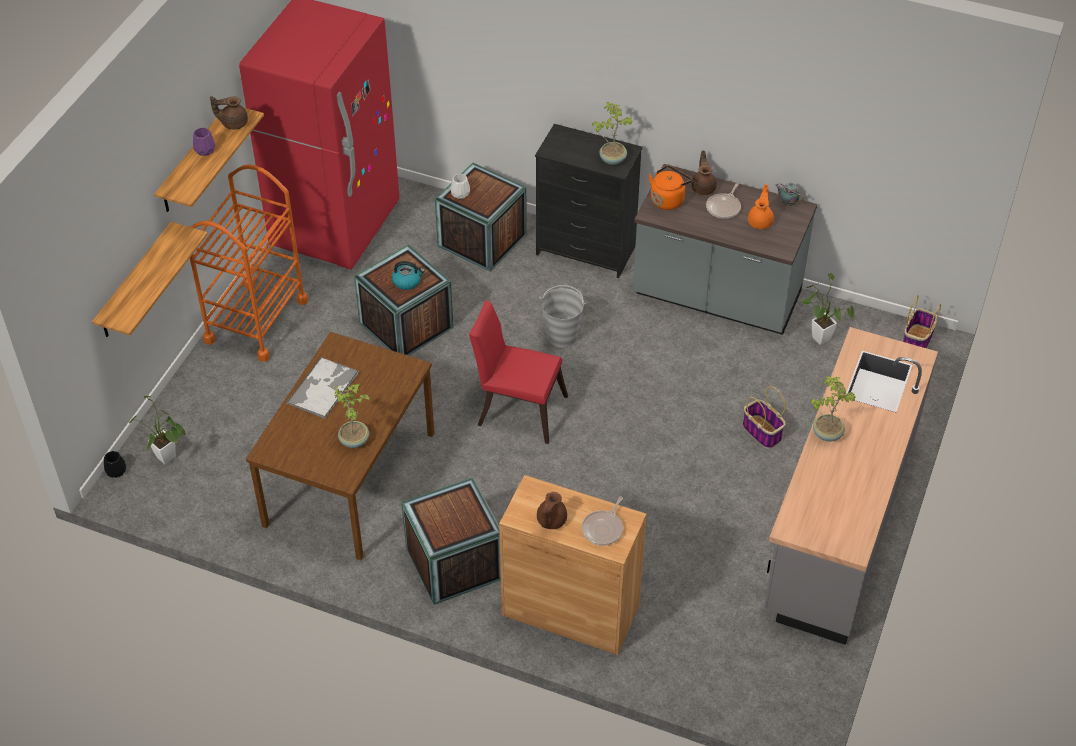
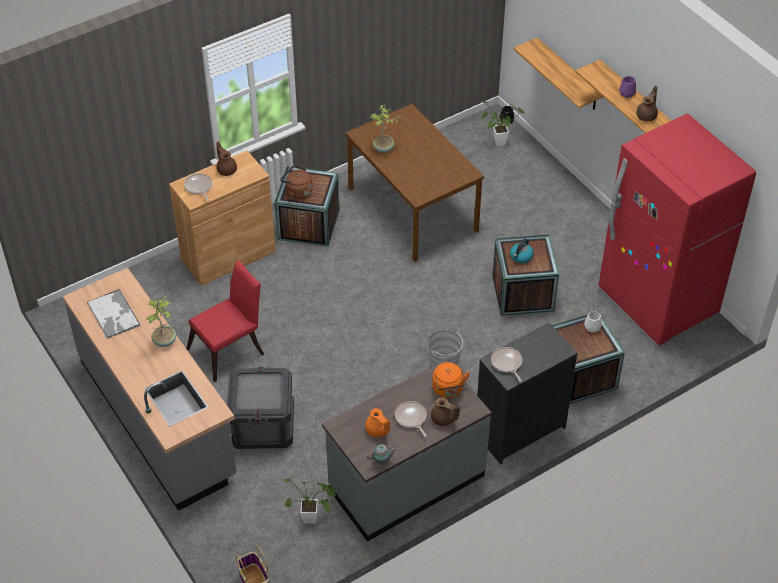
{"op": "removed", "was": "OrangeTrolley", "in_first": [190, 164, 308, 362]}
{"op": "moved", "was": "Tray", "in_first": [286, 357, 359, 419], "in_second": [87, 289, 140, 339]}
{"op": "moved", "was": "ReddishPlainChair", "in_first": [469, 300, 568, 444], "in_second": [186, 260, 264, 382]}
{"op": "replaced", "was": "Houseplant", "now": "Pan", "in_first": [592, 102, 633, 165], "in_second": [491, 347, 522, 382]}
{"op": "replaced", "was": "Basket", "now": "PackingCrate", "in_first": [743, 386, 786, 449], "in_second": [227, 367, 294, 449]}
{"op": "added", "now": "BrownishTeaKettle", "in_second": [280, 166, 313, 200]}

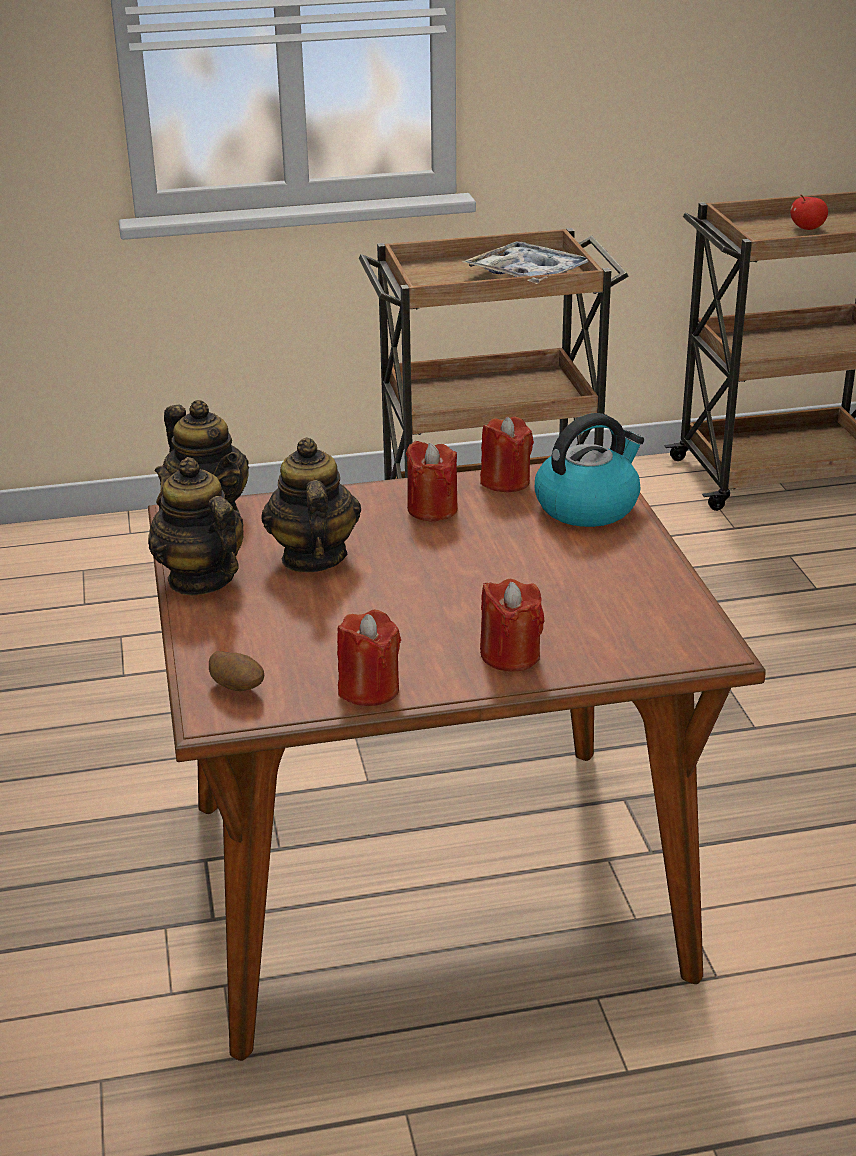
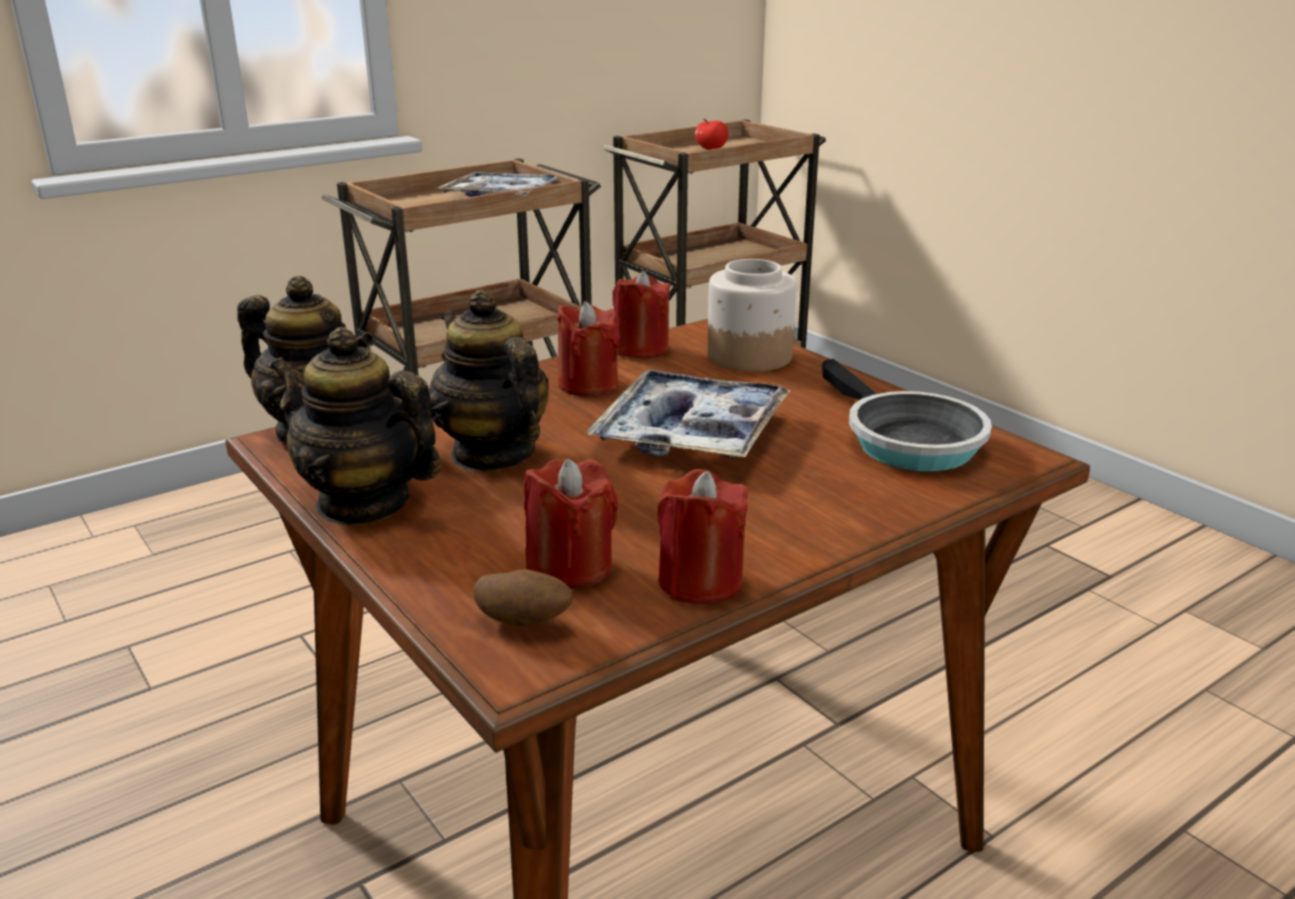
{"op": "moved", "was": "ReddishCandle", "in_first": [480, 579, 545, 672], "in_second": [524, 459, 618, 589]}
{"op": "replaced", "was": "TeaKettle", "now": "PreserveJar", "in_first": [535, 413, 644, 527], "in_second": [707, 259, 797, 372]}
{"op": "added", "now": "Tray", "in_second": [586, 370, 791, 459]}
{"op": "added", "now": "Pan", "in_second": [822, 359, 992, 472]}

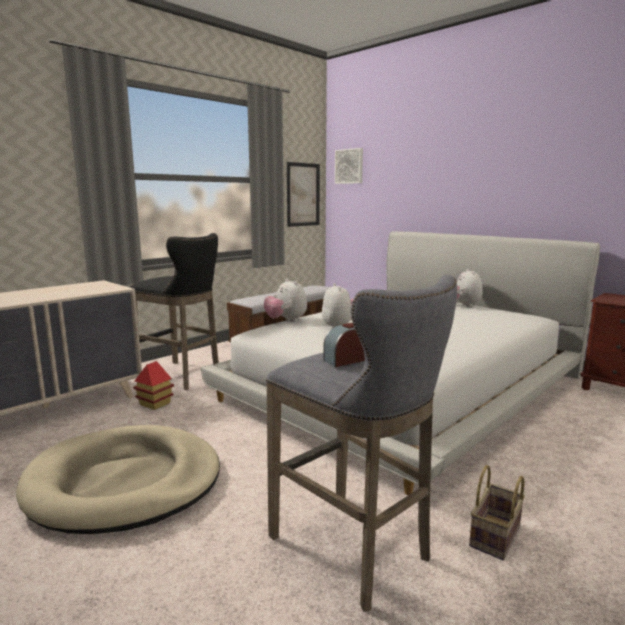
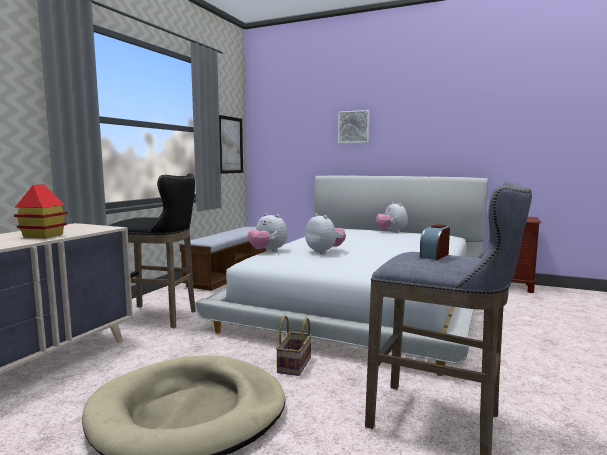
{"op": "moved", "was": "MiniatureHouse", "in_first": [133, 361, 174, 410], "in_second": [14, 184, 68, 239]}
{"op": "moved", "was": "WallArt", "in_first": [335, 148, 363, 184], "in_second": [338, 110, 370, 143]}
{"op": "moved", "was": "Basket", "in_first": [469, 465, 525, 560], "in_second": [276, 316, 312, 376]}

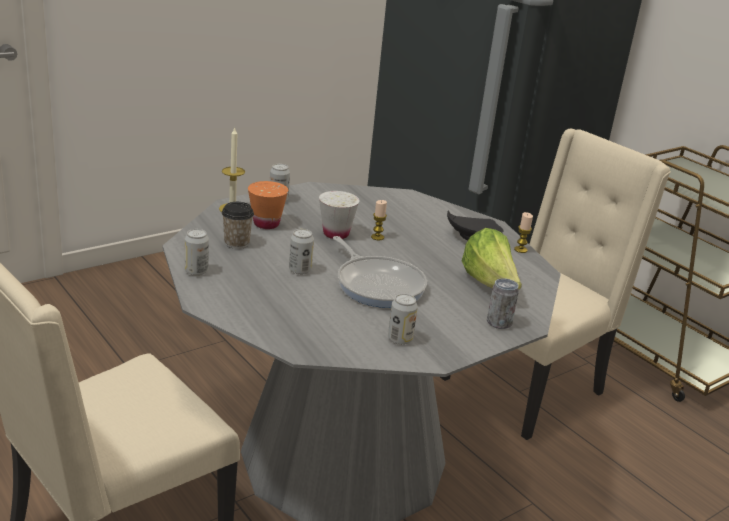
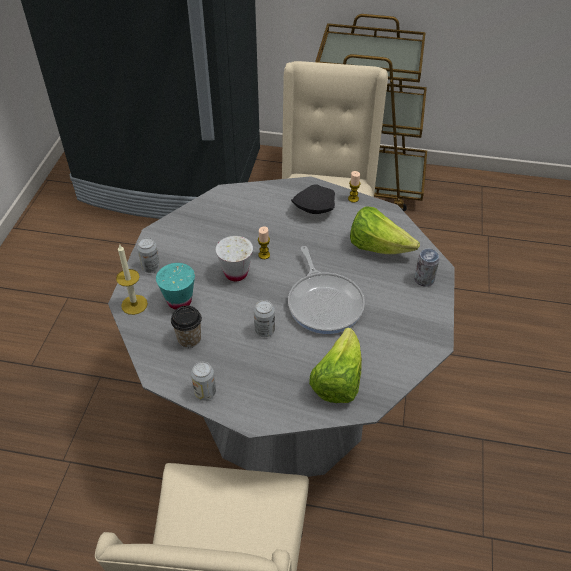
{"op": "recoloured", "was": "OrangeDrinkingCup", "now": "TurquoiseDrinkingCup", "in_first": [248, 181, 288, 229], "in_second": [156, 263, 195, 310]}
{"op": "turned", "was": "Pan", "in_first": [333, 236, 427, 308], "in_second": [288, 246, 365, 334], "clockwise": 60}
{"op": "removed", "was": "Can", "in_first": [388, 294, 418, 345]}
{"op": "added", "now": "Lettuce", "in_second": [309, 328, 362, 403]}

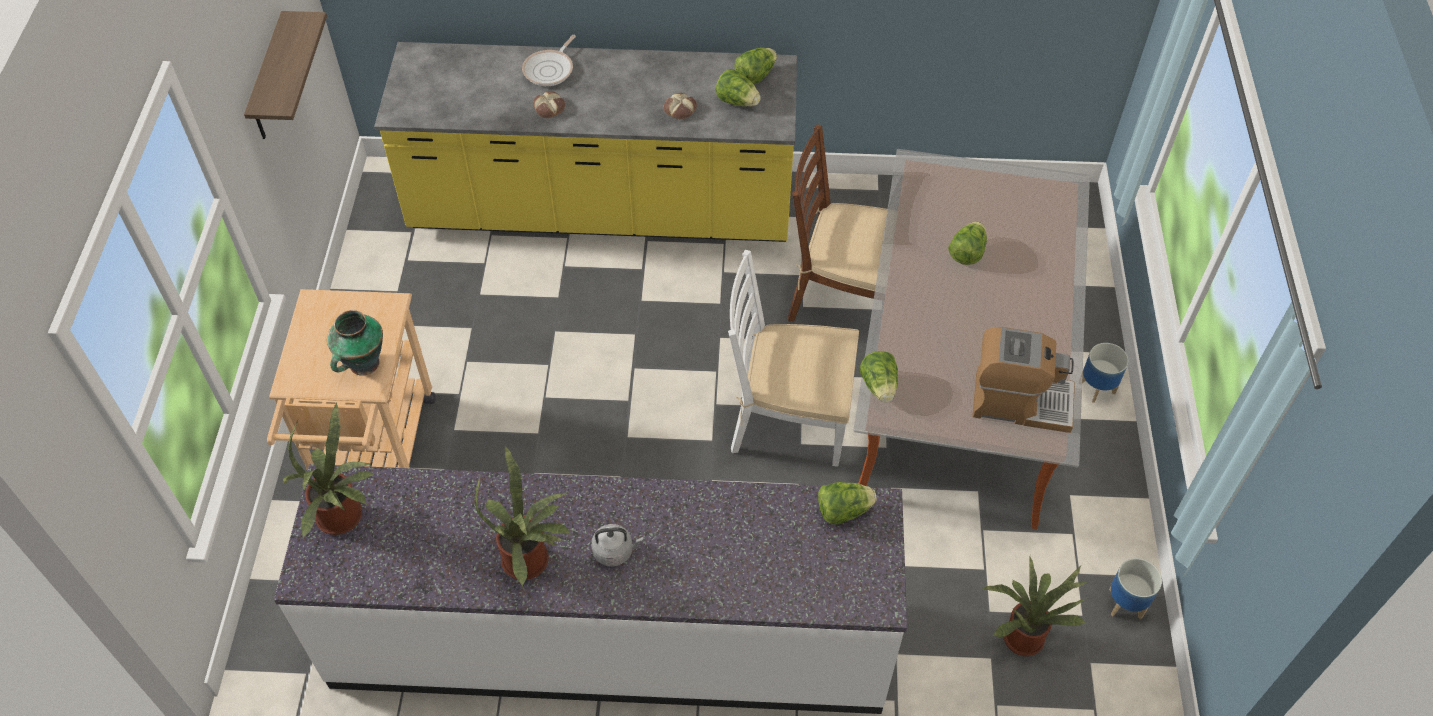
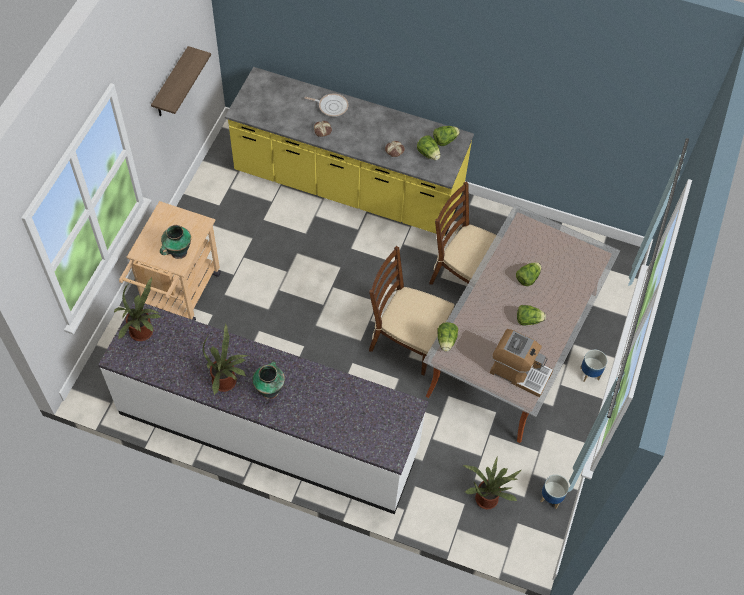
{"op": "turned", "was": "Pan", "in_first": [522, 35, 576, 86], "in_second": [305, 94, 348, 117], "clockwise": -120}
{"op": "replaced", "was": "GreyishTeaKettle", "now": "FlowerVase", "in_first": [591, 524, 644, 566], "in_second": [252, 361, 285, 399]}
{"op": "recoloured", "was": "WhitePlainChair", "now": "BrownishPlainChair", "in_first": [728, 250, 859, 467], "in_second": [369, 246, 454, 375]}
{"op": "moved", "was": "Lettuce", "in_first": [818, 482, 877, 524], "in_second": [517, 305, 546, 326]}

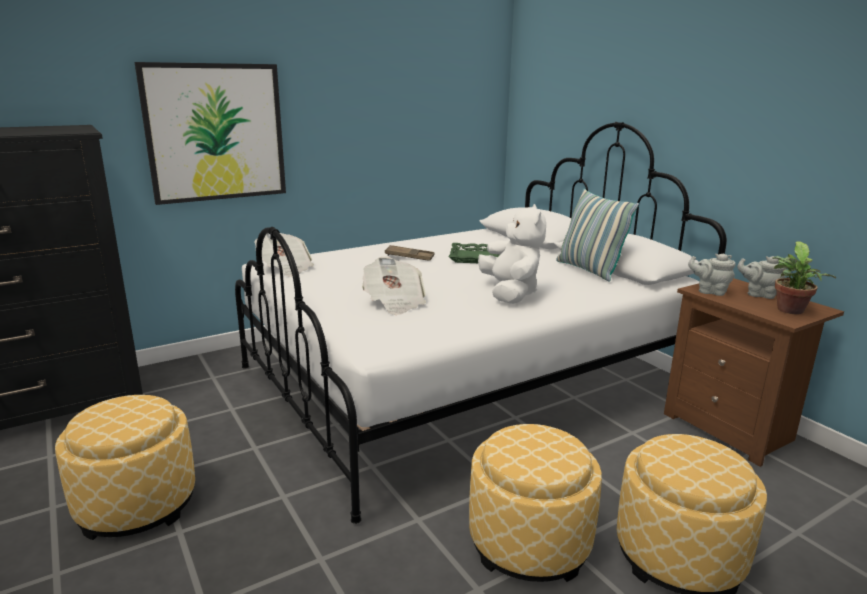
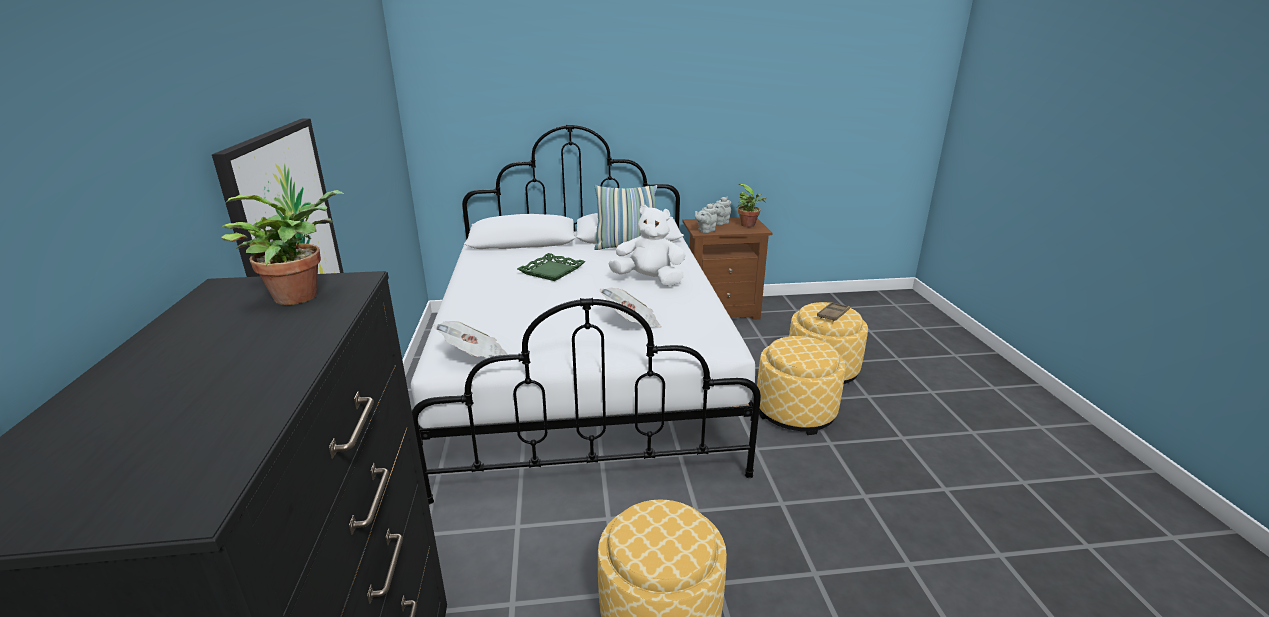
{"op": "moved", "was": "BrownishTray", "in_first": [385, 245, 434, 261], "in_second": [817, 302, 850, 322]}
{"op": "added", "now": "Houseplant", "in_second": [221, 190, 344, 305]}

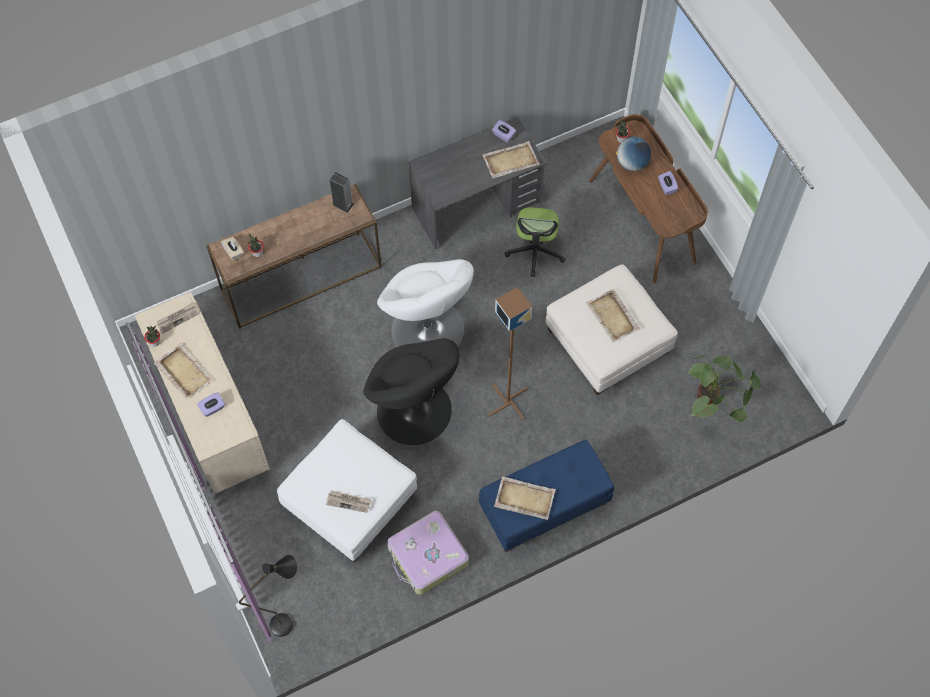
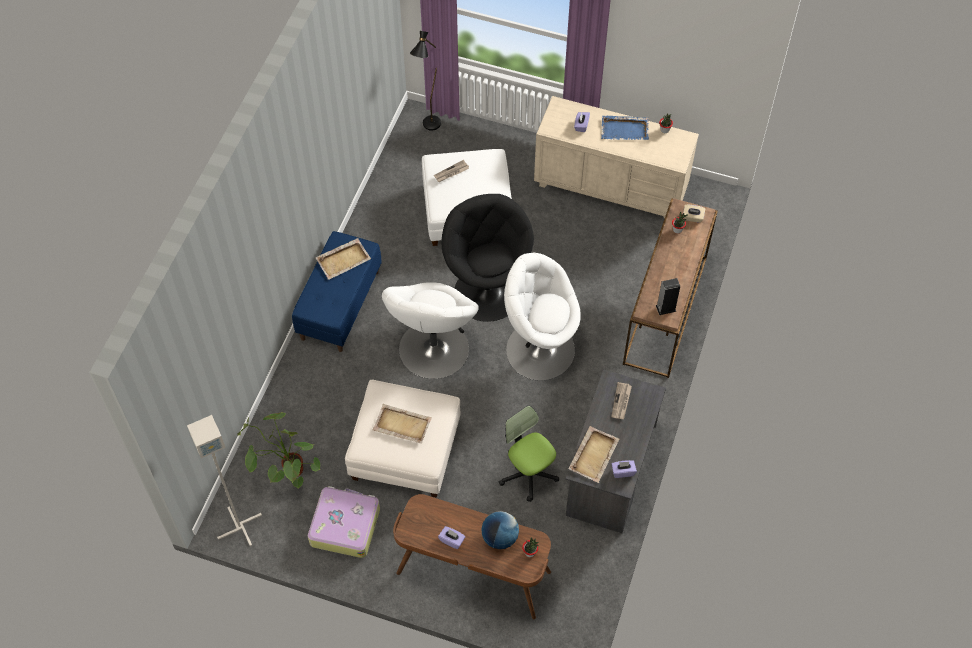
{"op": "recoloured", "was": "BeigeColouredTray", "now": "BlueTray", "in_first": [154, 343, 214, 399], "in_second": [601, 116, 649, 140]}
{"op": "moved", "was": "PrintedPaper", "in_first": [157, 302, 199, 334], "in_second": [611, 382, 632, 419]}
{"op": "turned", "was": "BlackEasyChair", "in_first": [363, 338, 460, 445], "in_second": [442, 194, 534, 322], "clockwise": 60}
{"op": "moved", "was": "Suitcase", "in_first": [387, 511, 469, 595], "in_second": [308, 486, 380, 558]}
{"op": "replaced", "was": "BrownishStandingLamp", "now": "WhiteEasyChair", "in_first": [488, 287, 532, 420], "in_second": [382, 282, 479, 379]}
{"op": "added", "now": "GreyishStandingLamp", "in_second": [187, 415, 262, 546]}

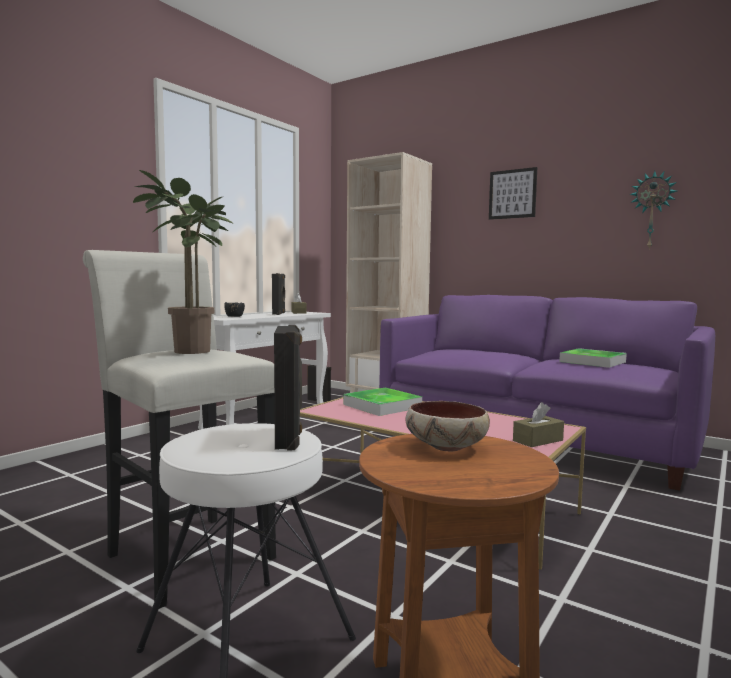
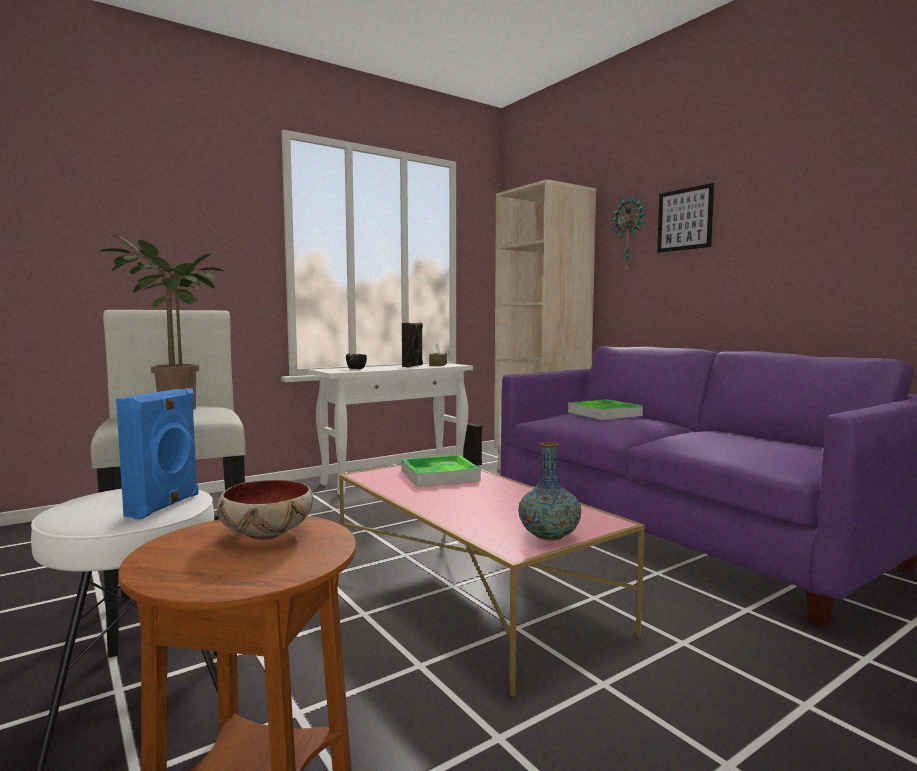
{"op": "recoloured", "was": "BlackLoudspeaker", "now": "BlueLoudspeaker", "in_first": [274, 325, 302, 451], "in_second": [116, 388, 199, 520]}
{"op": "replaced", "was": "BrownishTissueBox", "now": "FlowerVase", "in_first": [513, 402, 564, 447], "in_second": [518, 442, 581, 541]}
{"op": "moved", "was": "Tray", "in_first": [559, 348, 627, 368], "in_second": [568, 399, 643, 420]}
{"op": "moved", "was": "ClockOnTheWall", "in_first": [629, 171, 677, 250], "in_second": [612, 195, 646, 275]}

